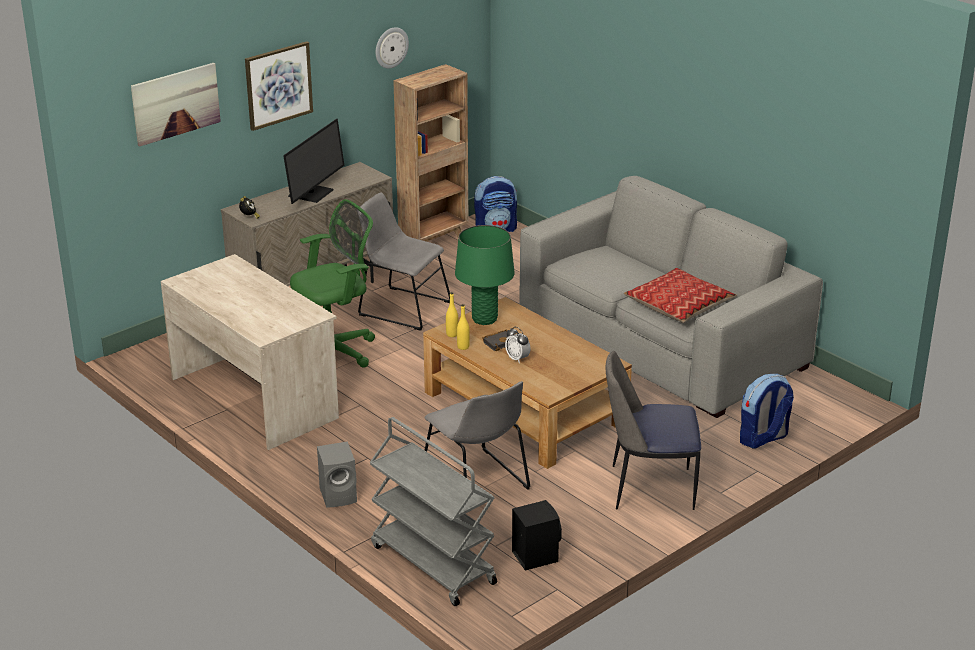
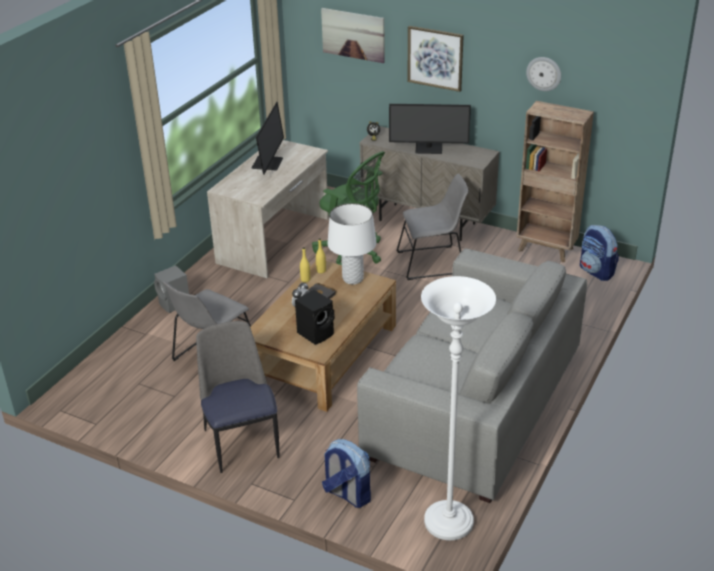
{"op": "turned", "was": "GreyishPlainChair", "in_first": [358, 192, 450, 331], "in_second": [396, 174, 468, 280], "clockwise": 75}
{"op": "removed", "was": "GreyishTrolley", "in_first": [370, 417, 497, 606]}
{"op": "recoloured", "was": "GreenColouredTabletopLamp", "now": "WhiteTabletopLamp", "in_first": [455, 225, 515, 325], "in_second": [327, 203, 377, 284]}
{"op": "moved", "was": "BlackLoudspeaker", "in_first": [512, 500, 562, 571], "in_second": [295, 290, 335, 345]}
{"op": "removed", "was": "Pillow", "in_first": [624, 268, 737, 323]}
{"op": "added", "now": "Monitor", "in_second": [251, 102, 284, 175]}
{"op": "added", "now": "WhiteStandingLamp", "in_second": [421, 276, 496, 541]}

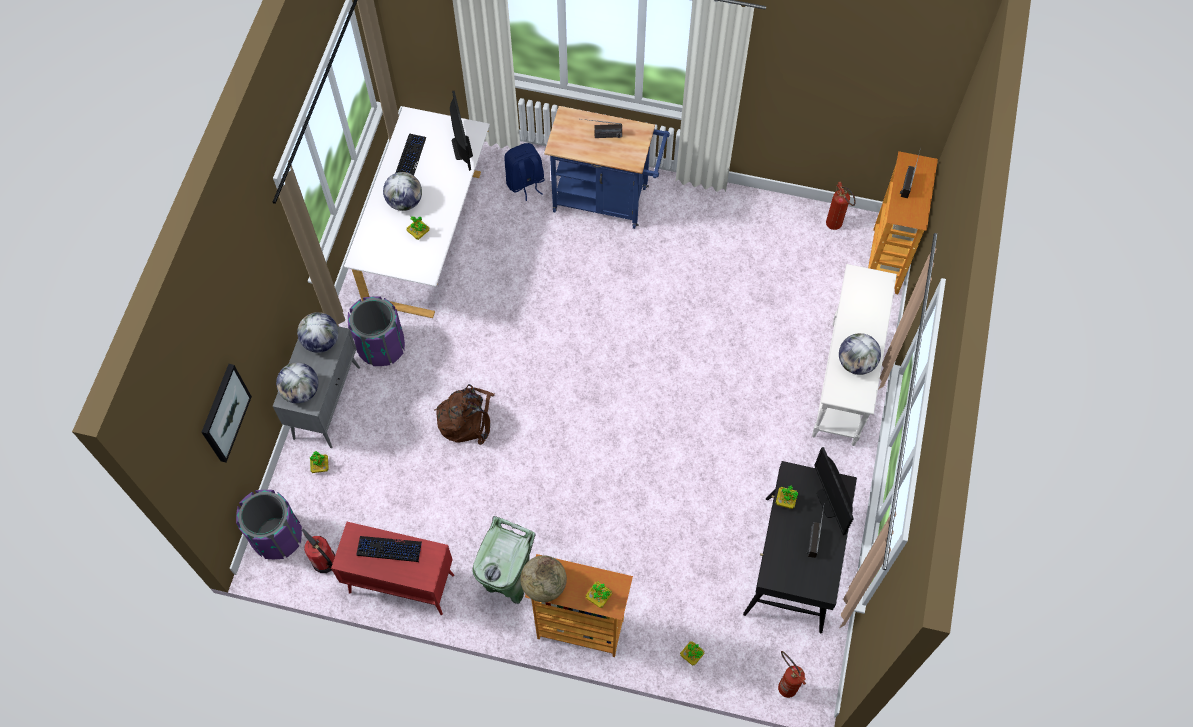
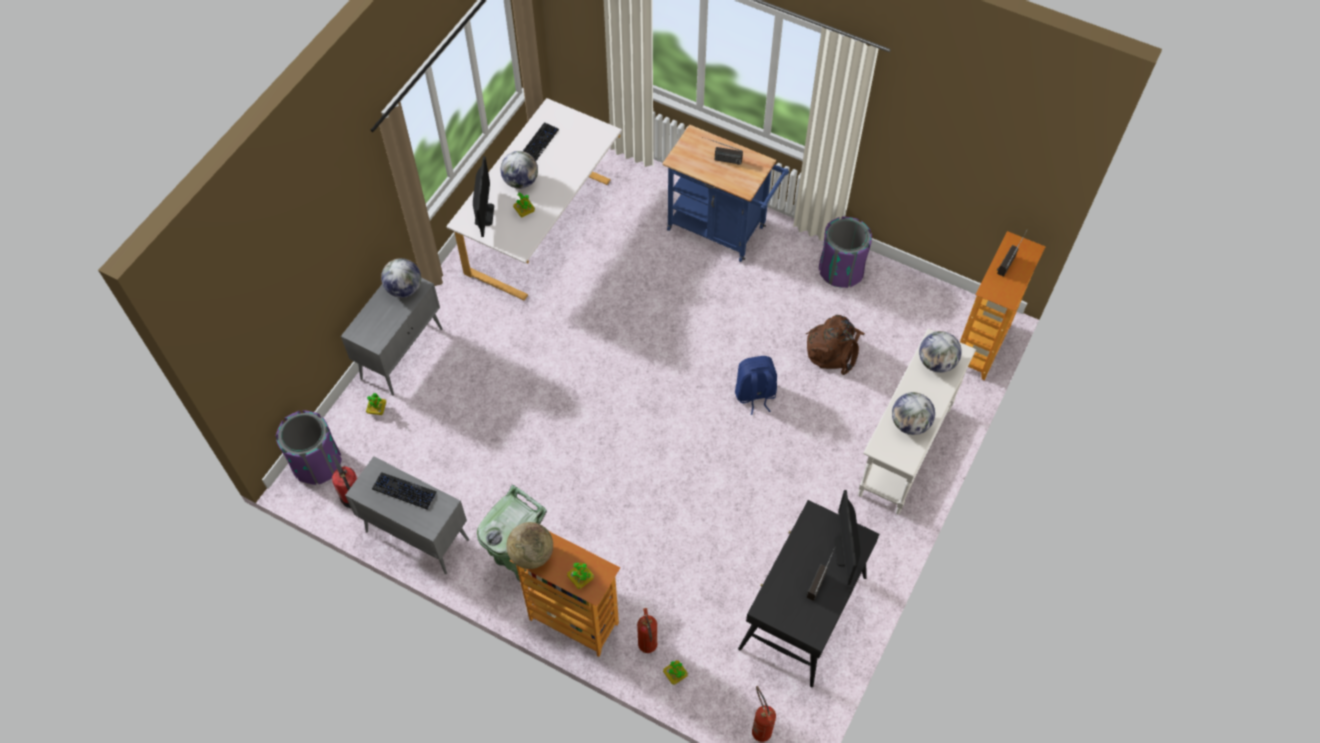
{"op": "removed", "was": "WallArt", "in_first": [202, 364, 252, 462]}
{"op": "moved", "was": "Globe", "in_first": [276, 362, 318, 404], "in_second": [919, 331, 962, 373]}
{"op": "recoloured", "was": "ReddishCabinet", "now": "GreyishCabinet", "in_first": [331, 522, 454, 615], "in_second": [345, 456, 469, 574]}
{"op": "moved", "was": "PurpleColouredRubbishBin", "in_first": [348, 297, 405, 366], "in_second": [819, 216, 872, 288]}
{"op": "moved", "was": "BrownishBackpack", "in_first": [434, 384, 495, 445], "in_second": [806, 315, 865, 375]}
{"op": "moved", "was": "Monitor", "in_first": [450, 91, 473, 171], "in_second": [473, 156, 494, 237]}
{"op": "moved", "was": "BlueBackpack", "in_first": [504, 143, 545, 201], "in_second": [735, 356, 777, 415]}
{"op": "removed", "was": "Houseplant", "in_first": [776, 485, 798, 509]}
{"op": "moved", "was": "Extinguisher", "in_first": [826, 182, 856, 230], "in_second": [637, 608, 657, 653]}

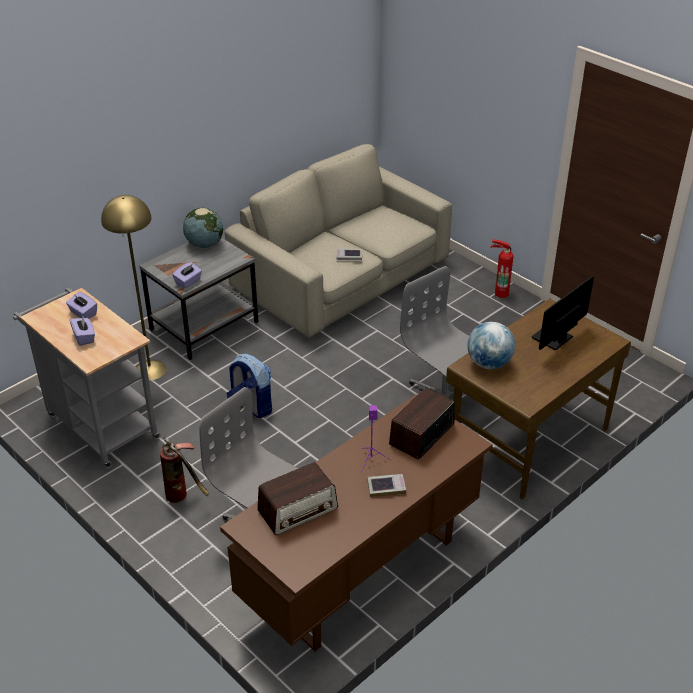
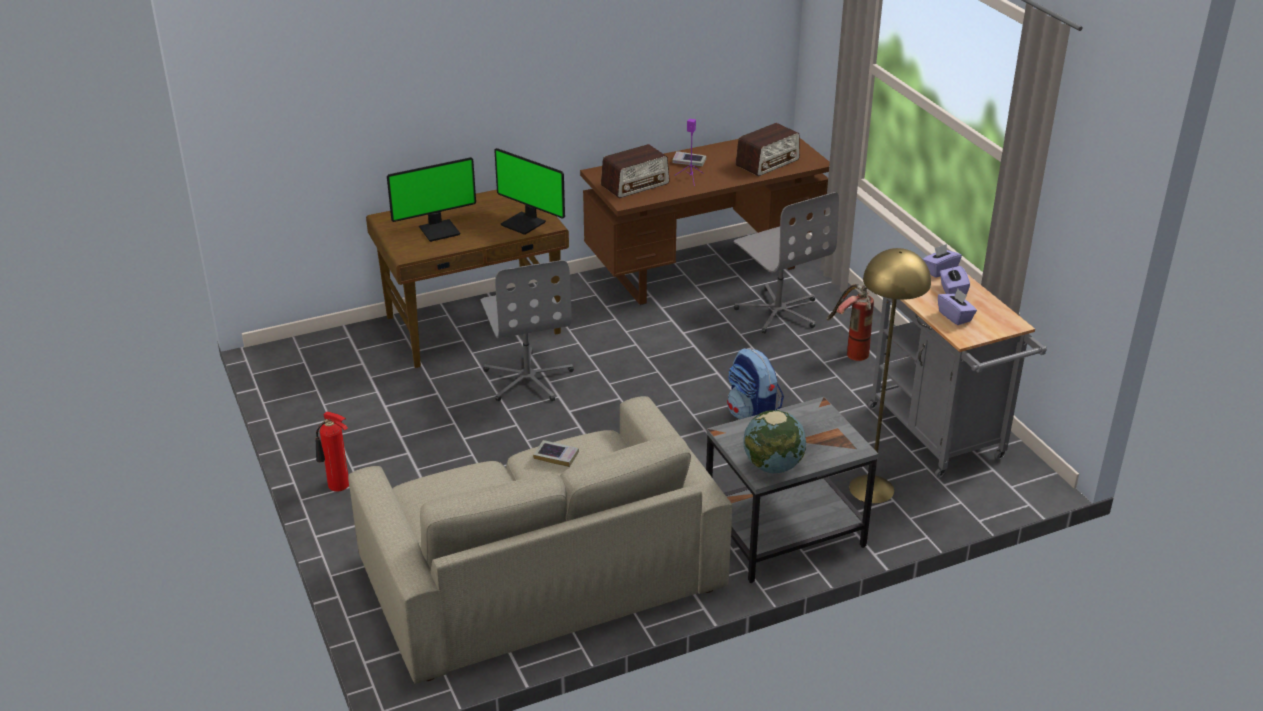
{"op": "moved", "was": "PurpleColouredTissueBox", "in_first": [172, 262, 202, 288], "in_second": [923, 244, 962, 278]}
{"op": "turned", "was": "RadioSet", "in_first": [257, 462, 338, 535], "in_second": [735, 123, 800, 176], "clockwise": 150}
{"op": "replaced", "was": "Globe", "now": "Monitor", "in_first": [467, 322, 515, 369], "in_second": [494, 148, 565, 235]}

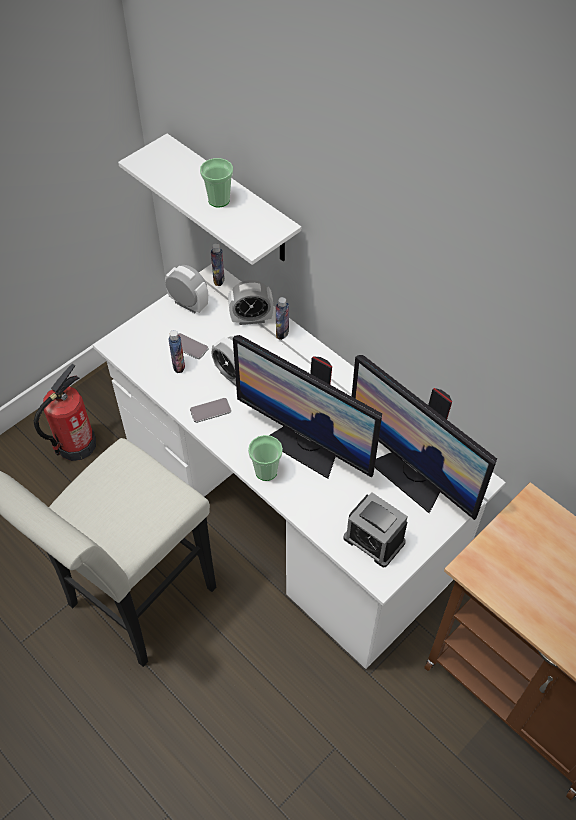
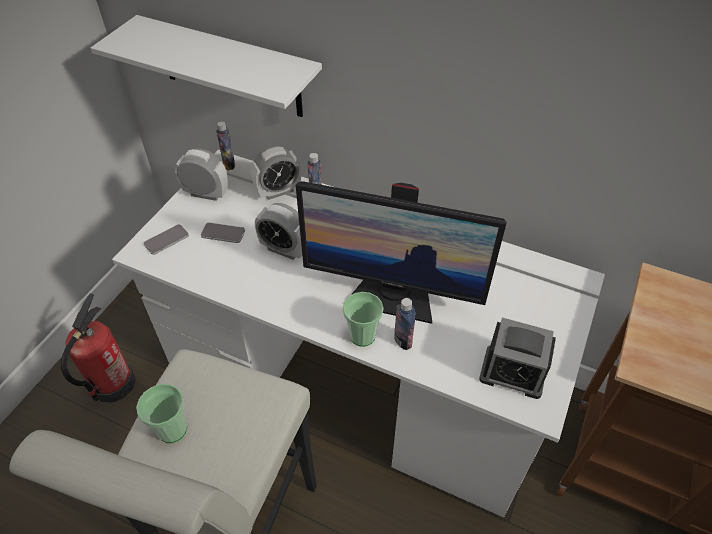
{"op": "moved", "was": "BeverageBottle", "in_first": [168, 330, 185, 373], "in_second": [394, 298, 416, 350]}
{"op": "moved", "was": "Phone", "in_first": [190, 398, 231, 423], "in_second": [144, 224, 189, 255]}
{"op": "moved", "was": "DrinkingCup", "in_first": [200, 158, 233, 207], "in_second": [136, 384, 187, 443]}
{"op": "removed", "was": "Monitor", "in_first": [352, 355, 497, 520]}

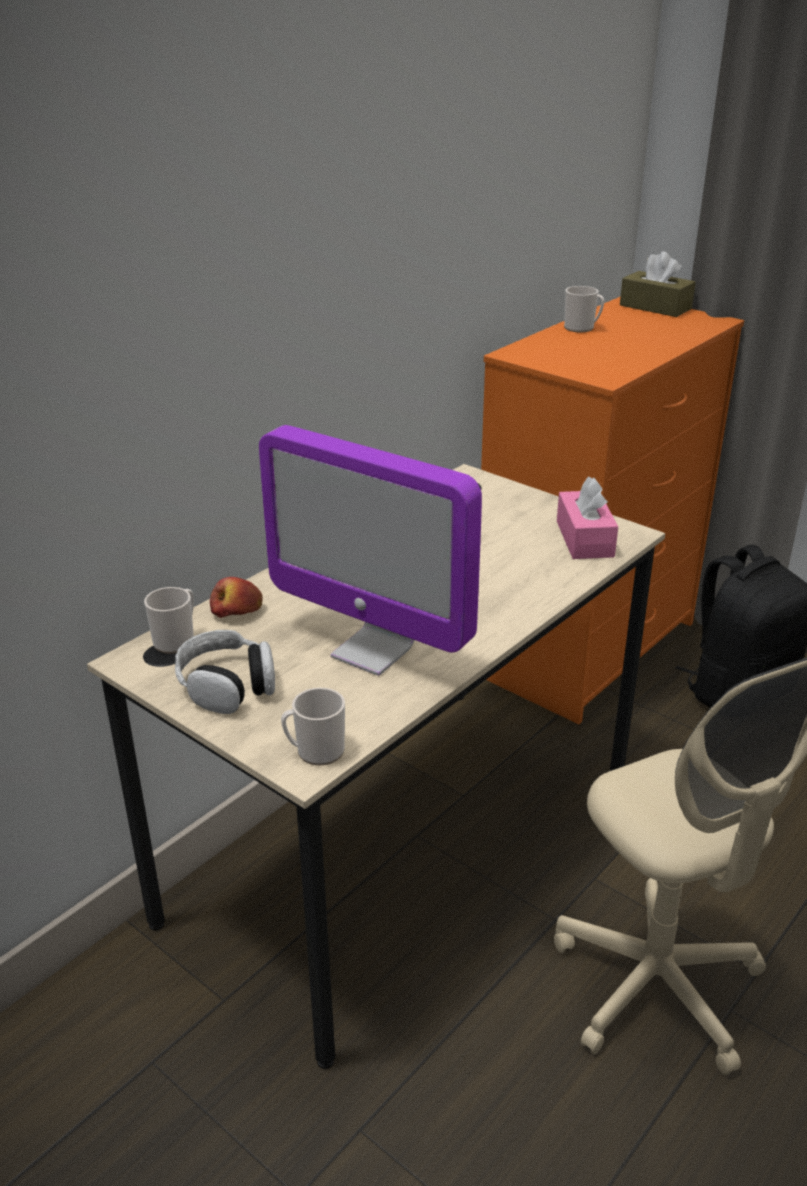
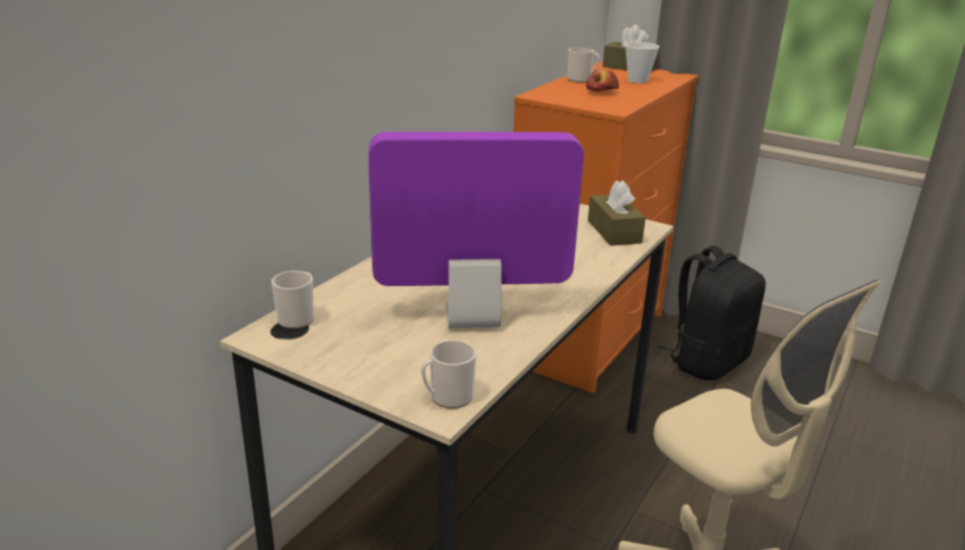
{"op": "removed", "was": "PairOfHeadphones", "in_first": [175, 630, 275, 714]}
{"op": "moved", "was": "AppleFruit", "in_first": [210, 577, 263, 618], "in_second": [586, 69, 619, 93]}
{"op": "turned", "was": "Monitor", "in_first": [259, 425, 482, 676], "in_second": [368, 132, 584, 328], "clockwise": 150}
{"op": "recoloured", "was": "PinkTissueBox", "now": "BrownishTissueBox", "in_first": [557, 477, 618, 559], "in_second": [588, 180, 646, 246]}
{"op": "added", "now": "DrinkingCup", "in_second": [625, 42, 659, 83]}

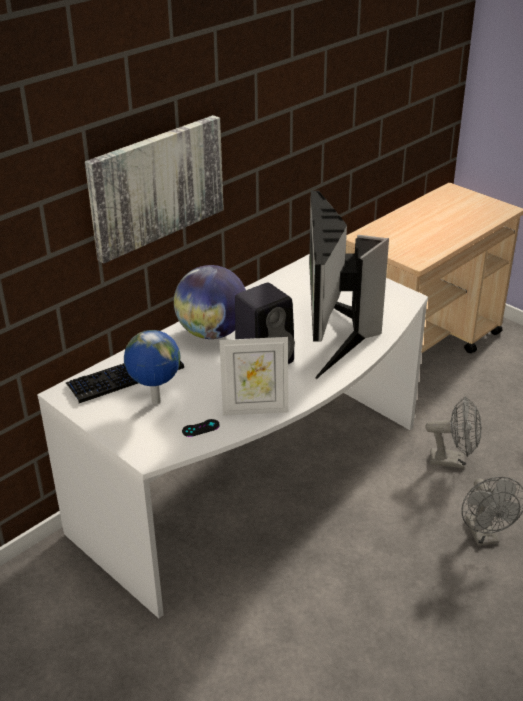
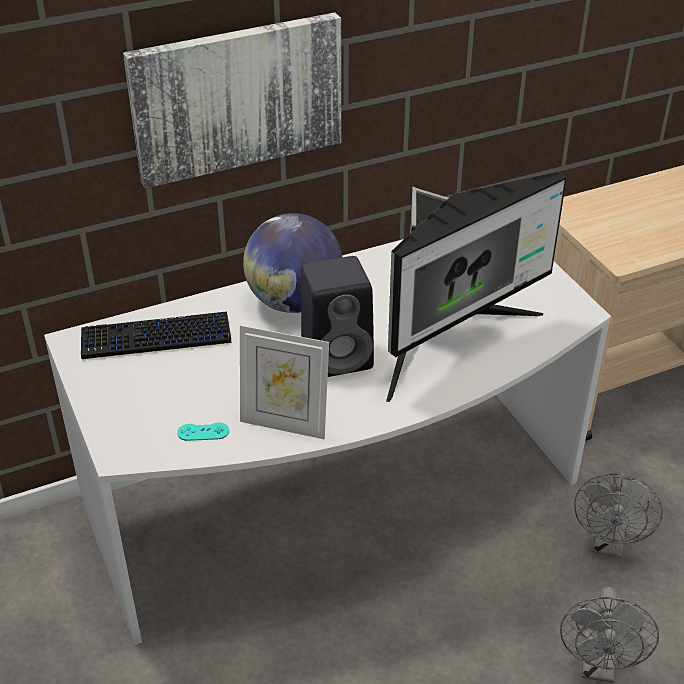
{"op": "removed", "was": "Globe", "in_first": [124, 330, 180, 404]}
{"op": "recoloured", "was": "BlackGameController", "now": "TurquoiseGameController", "in_first": [182, 419, 220, 437], "in_second": [177, 422, 229, 441]}
{"op": "turned", "was": "Monitor", "in_first": [309, 191, 389, 379], "in_second": [386, 172, 567, 402], "clockwise": -150}
{"op": "turned", "was": "GreyishCoolingFan", "in_first": [426, 396, 482, 469], "in_second": [574, 473, 663, 558], "clockwise": 75}

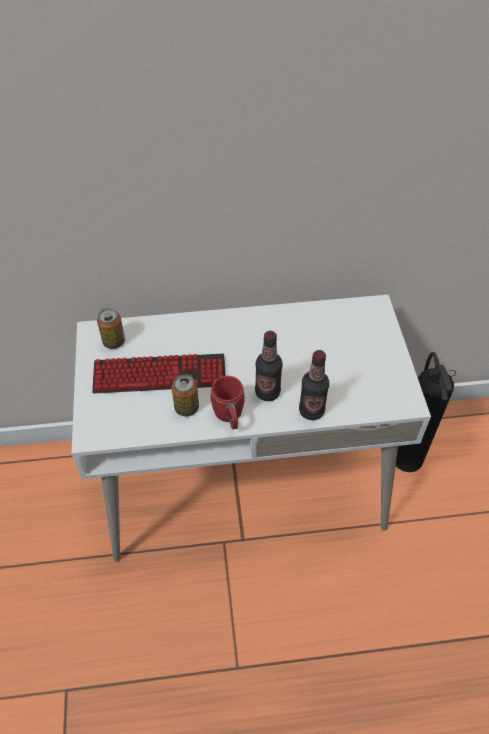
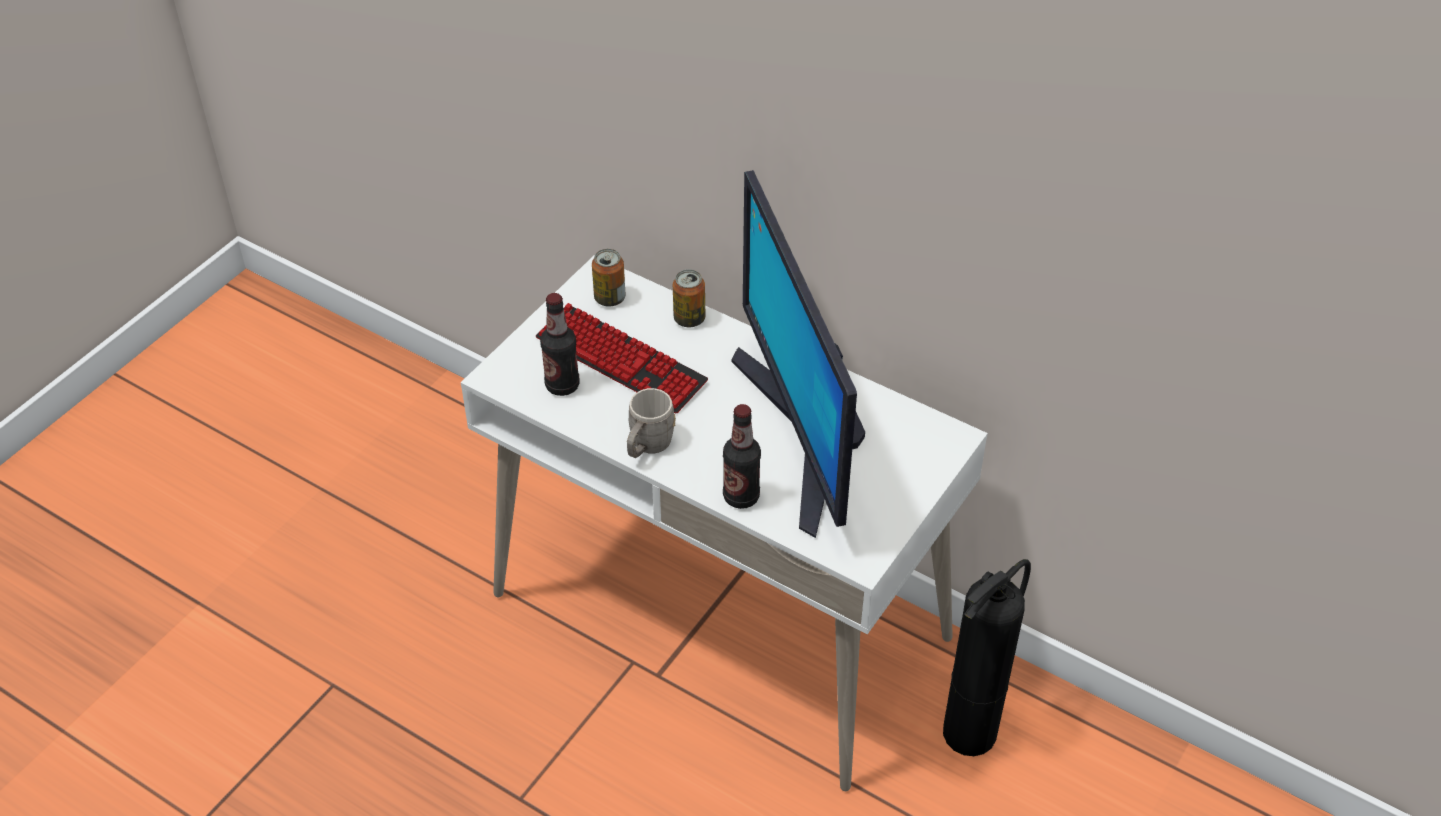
{"op": "moved", "was": "Can", "in_first": [172, 374, 199, 416], "in_second": [673, 269, 705, 327]}
{"op": "recoloured", "was": "ReddishTeaMug", "now": "GreyishTeaMug", "in_first": [210, 376, 245, 429], "in_second": [627, 388, 676, 458]}
{"op": "moved", "was": "BeverageBottle", "in_first": [255, 331, 283, 401], "in_second": [540, 293, 580, 396]}
{"op": "added", "now": "Monitor", "in_second": [731, 170, 865, 538]}

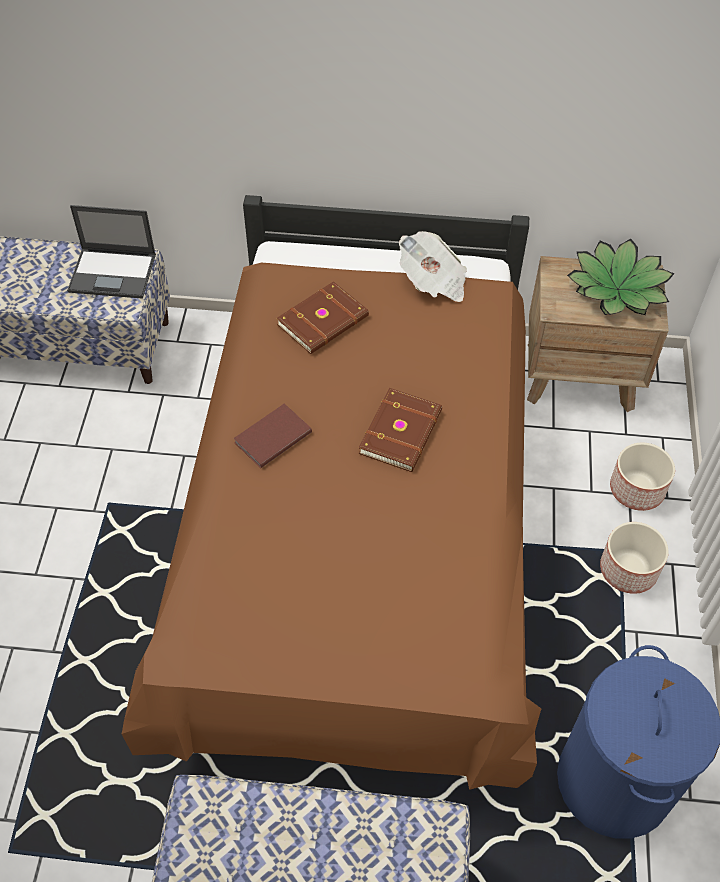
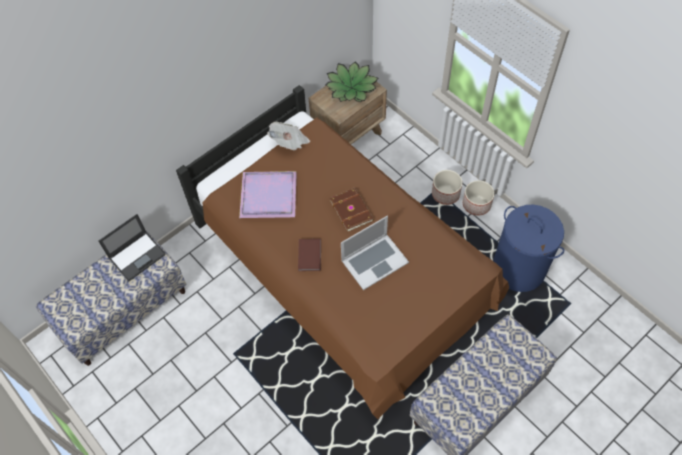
{"op": "replaced", "was": "BrownishBook", "now": "PurpleColouredTray", "in_first": [277, 281, 369, 354], "in_second": [239, 171, 297, 218]}
{"op": "moved", "was": "FlowerPot", "in_first": [610, 443, 675, 511], "in_second": [463, 180, 494, 216]}
{"op": "added", "now": "PortableComputer", "in_second": [341, 216, 409, 290]}

